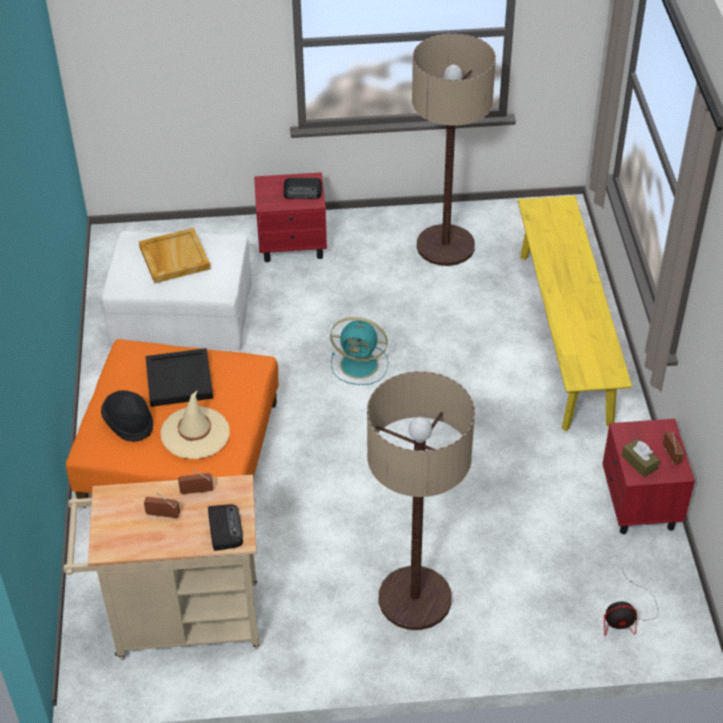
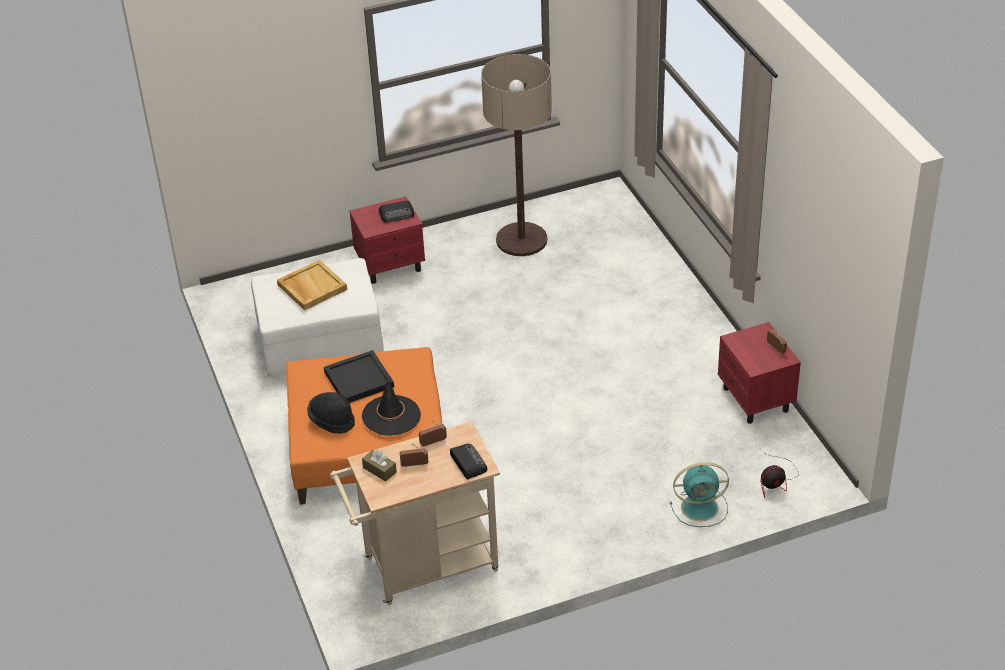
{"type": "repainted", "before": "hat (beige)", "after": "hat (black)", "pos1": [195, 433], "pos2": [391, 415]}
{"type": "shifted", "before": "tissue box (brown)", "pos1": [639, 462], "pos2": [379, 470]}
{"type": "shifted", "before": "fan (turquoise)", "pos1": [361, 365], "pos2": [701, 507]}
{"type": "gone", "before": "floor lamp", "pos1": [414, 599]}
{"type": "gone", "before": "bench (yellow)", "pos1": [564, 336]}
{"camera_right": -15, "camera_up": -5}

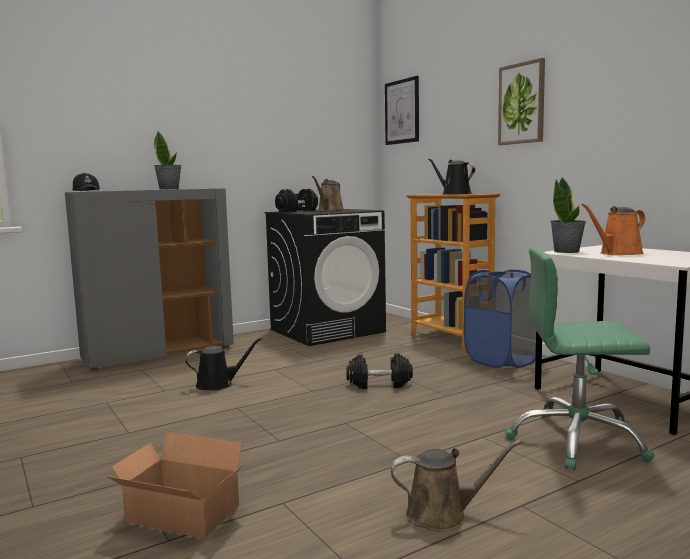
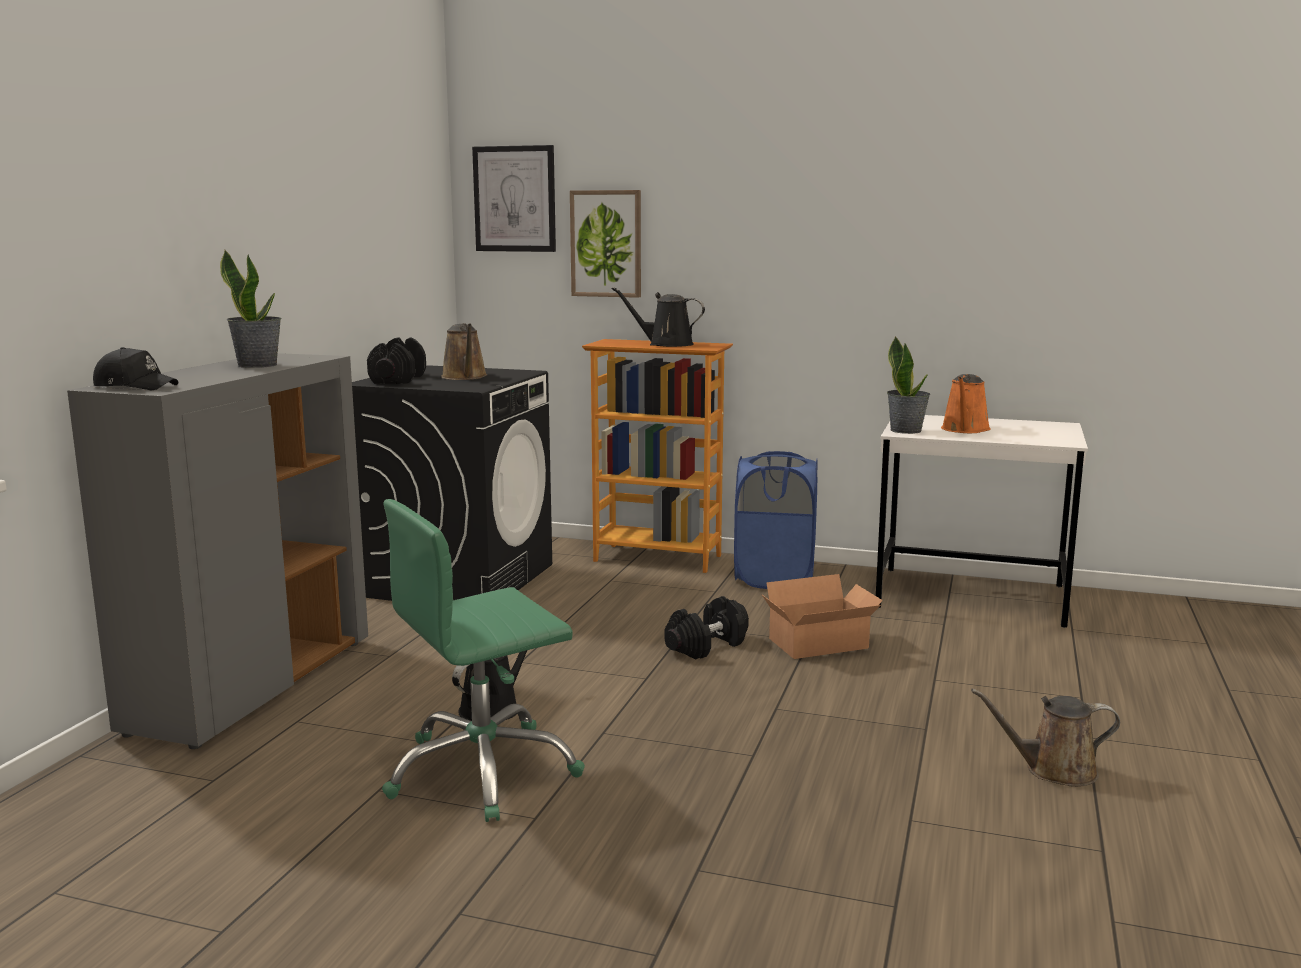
{"type": "shifted", "before": "office chair (green)", "pos1": [577, 441], "pos2": [482, 771]}
{"type": "shifted", "before": "picture", "pos1": [522, 103], "pos2": [606, 243]}
{"type": "shifted", "before": "cardboard box", "pos1": [182, 516], "pos2": [822, 644]}
{"type": "rotated", "before": "watering can (brown)", "pos1": [442, 515], "pos2": [1053, 770], "turn": -135}
{"camera_right": -40, "camera_up": 5}

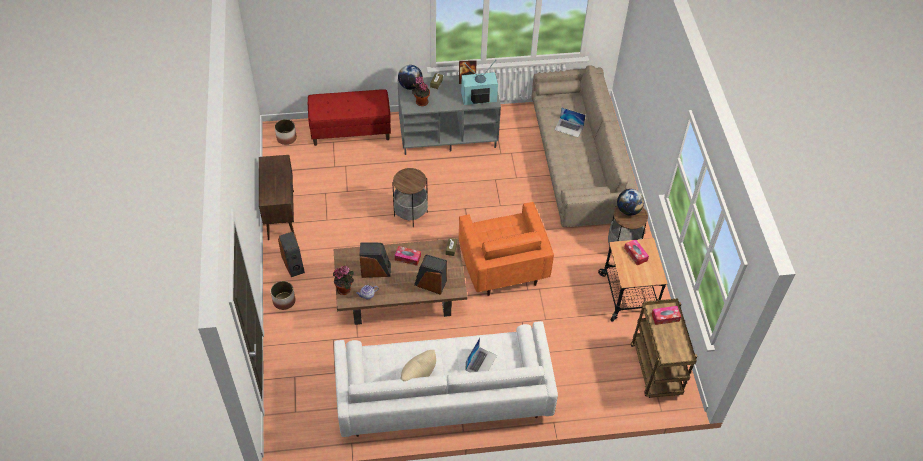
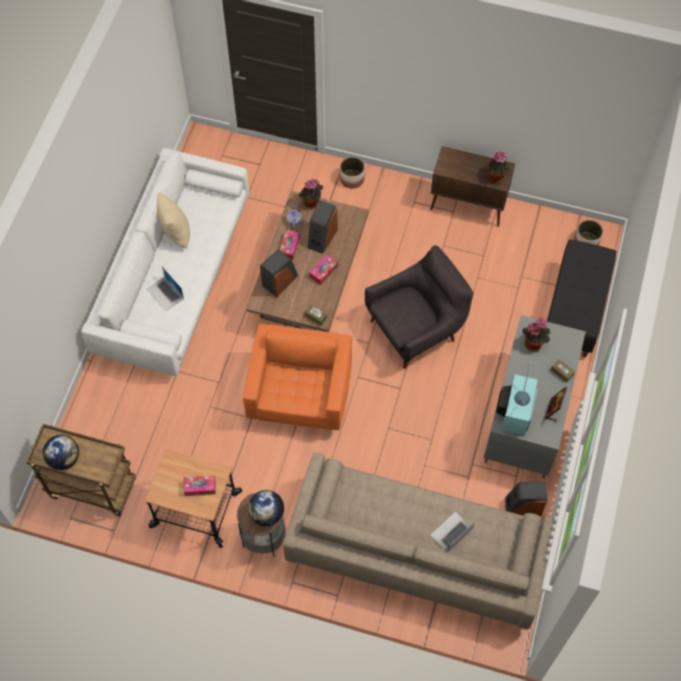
{"type": "shifted", "before": "globe", "pos1": [410, 86], "pos2": [64, 459]}
{"type": "rotated", "before": "armchair (orange)", "pos1": [502, 265], "pos2": [300, 394], "turn": 90}
{"type": "shifted", "before": "tissue box", "pos1": [665, 317], "pos2": [289, 247]}
{"type": "swapped", "before": "side table", "after": "armchair (grey)", "pos1": [410, 214], "pos2": [416, 329]}
{"type": "new", "after": "potted plant", "pos2": [496, 178]}
{"type": "shifted", "before": "speaker", "pos1": [293, 264], "pos2": [523, 506]}
{"type": "repainted", "before": "bench (red)", "after": "bench (black)", "pos1": [351, 130], "pos2": [574, 311]}
{"camera_right": 115, "camera_up": 10}

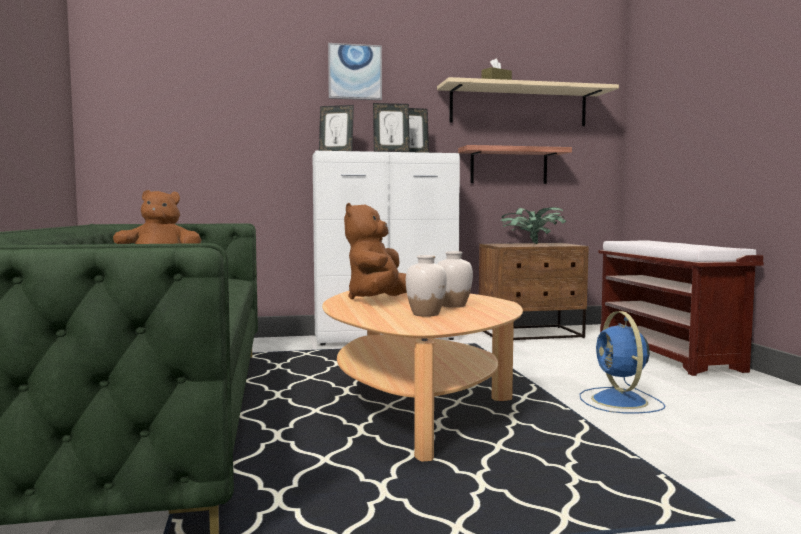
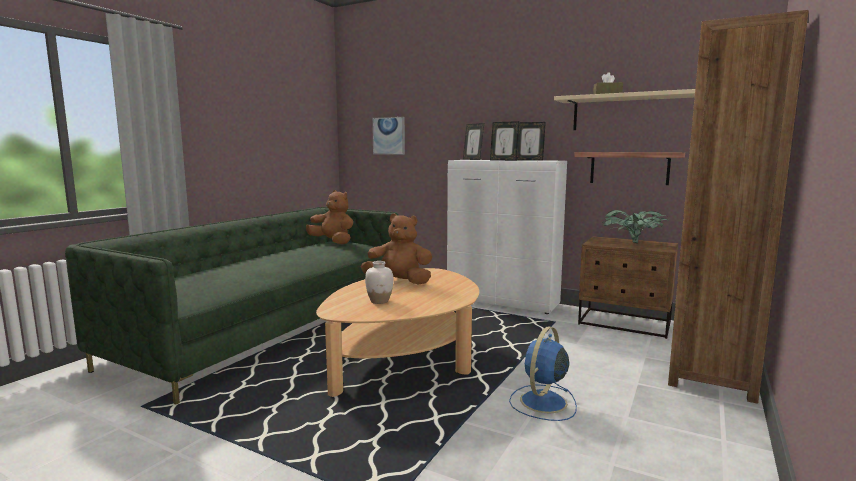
{"type": "rotated", "before": "plush toy (brown)", "pos1": [378, 300], "pos2": [399, 282], "turn": 45}
{"type": "shifted", "before": "picture", "pos1": [355, 72], "pos2": [389, 136]}
{"type": "swapped", "before": "bench (brown)", "after": "bookcase (brown)", "pos1": [668, 354], "pos2": [711, 376]}
{"type": "gone", "before": "vase (white)", "pos1": [453, 306]}
{"camera_right": 40, "camera_up": 5}

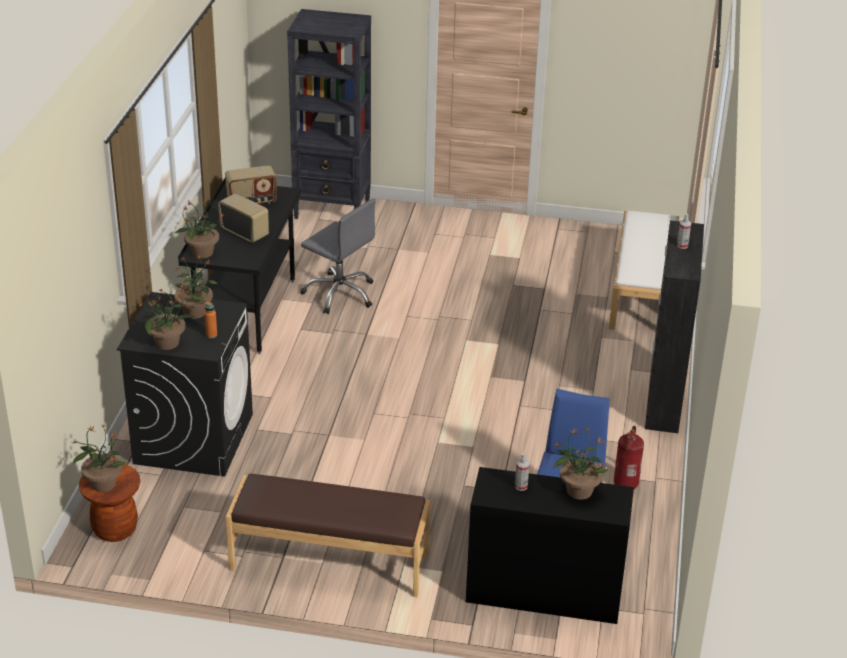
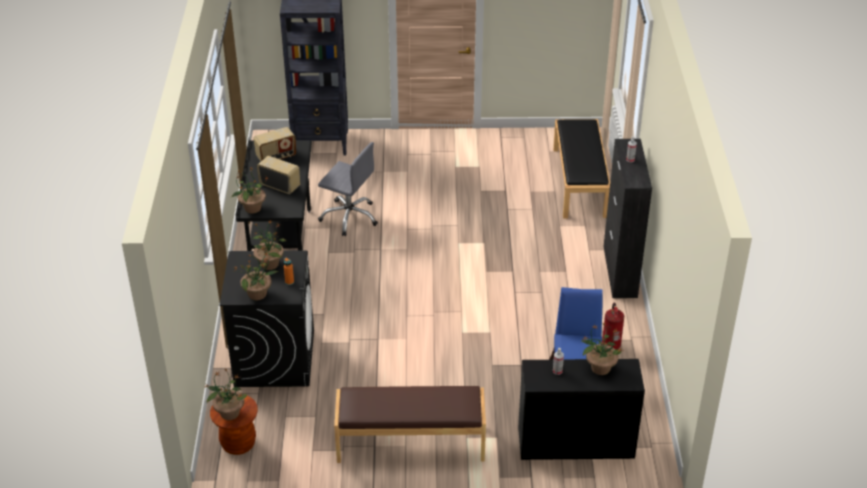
{"type": "repainted", "before": "bench (white)", "after": "bench (black)", "pos1": [643, 291], "pos2": [580, 182]}
{"camera_right": -10, "camera_up": 5}

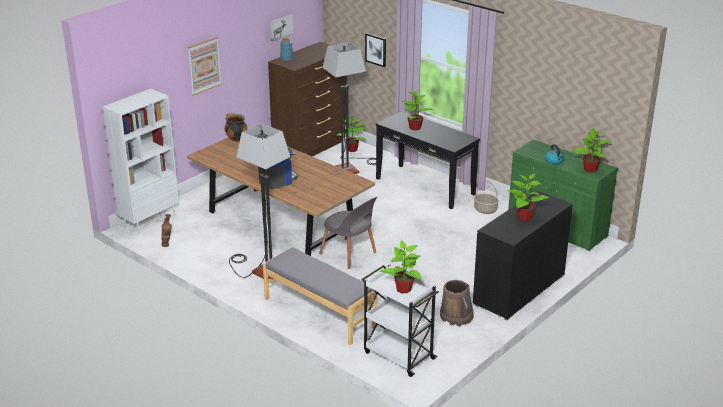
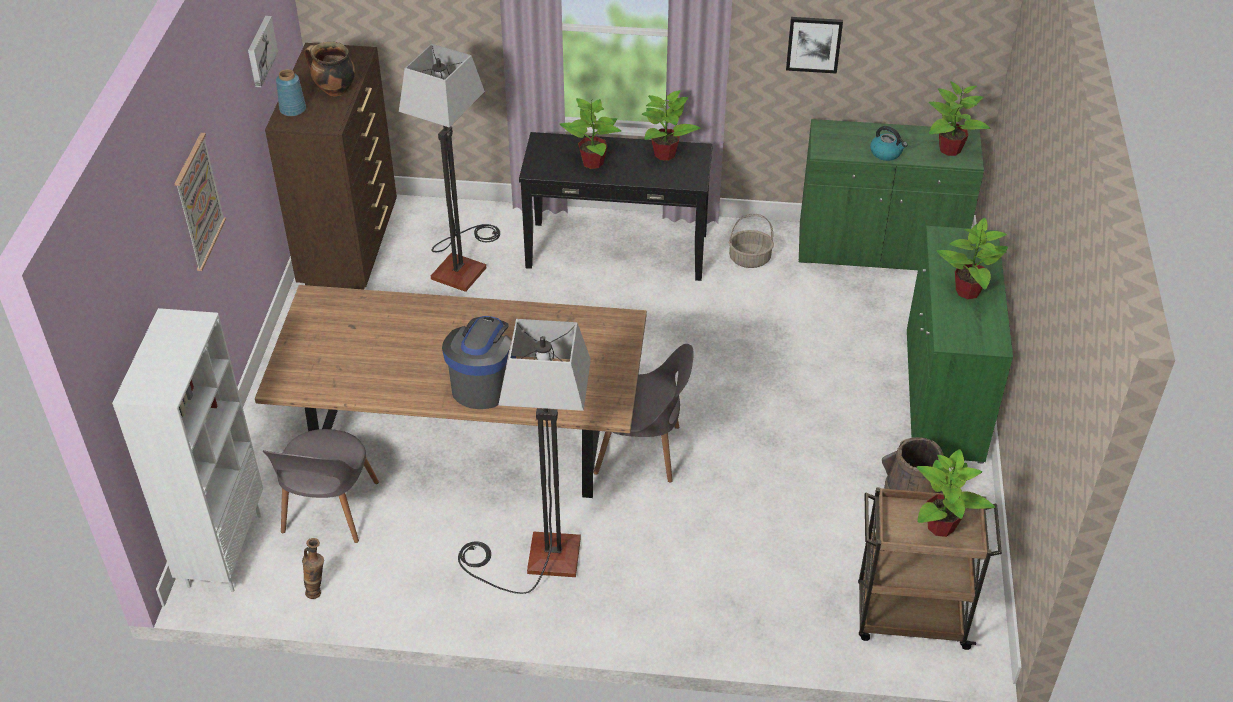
{"type": "new", "after": "chair (grey)", "pos2": [329, 511]}
{"type": "shifted", "before": "cooking pot", "pos1": [236, 139], "pos2": [334, 90]}
{"type": "shifted", "before": "potted plant", "pos1": [352, 149], "pos2": [665, 154]}
{"type": "shifted", "before": "picture", "pos1": [376, 49], "pos2": [814, 44]}
{"type": "repainted", "before": "cart (white)", "after": "cart (brown)", "pos1": [398, 355], "pos2": [909, 617]}
{"type": "repainted", "before": "cabinet (black)", "after": "cabinet (green)", "pos1": [519, 290], "pos2": [943, 395]}
{"type": "gone", "before": "bench (grey)", "pos1": [319, 313]}
{"camera_right": -35, "camera_up": 15}

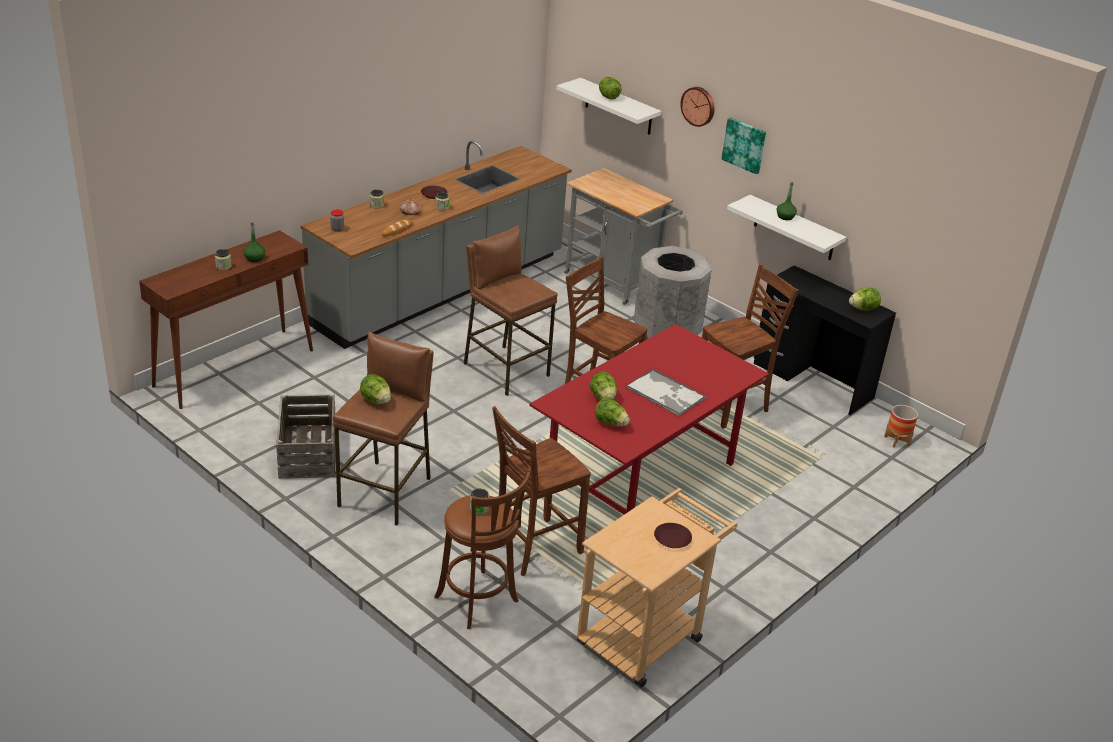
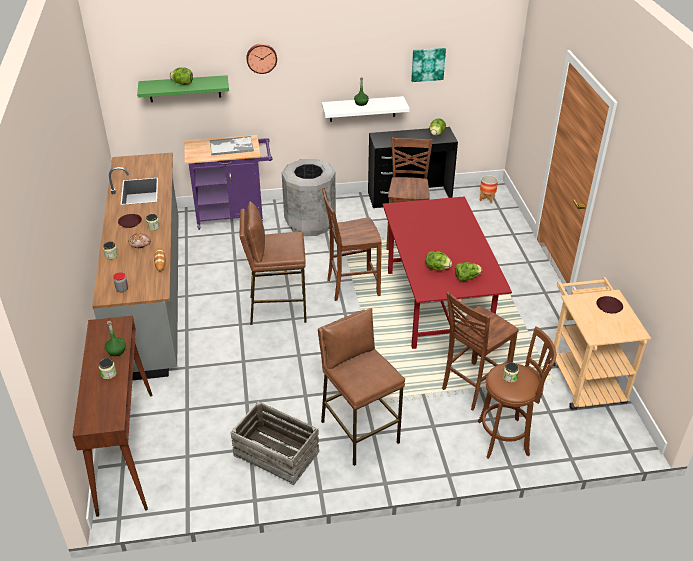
{"type": "repainted", "before": "shelf (white)", "after": "shelf (green)", "pos1": [618, 107], "pos2": [184, 88]}
{"type": "repainted", "before": "cart (grey)", "after": "cart (purple)", "pos1": [615, 283], "pos2": [234, 215]}
{"type": "shifted", "before": "tray", "pos1": [666, 393], "pos2": [232, 146]}
{"type": "shifted", "before": "picture", "pos1": [744, 145], "pos2": [428, 64]}
{"type": "rotated", "before": "chair (brown)", "pos1": [534, 548], "pos2": [472, 387], "turn": 45}
{"type": "gone", "before": "lettuce", "pos1": [376, 400]}
{"camera_right": -50, "camera_up": 5}

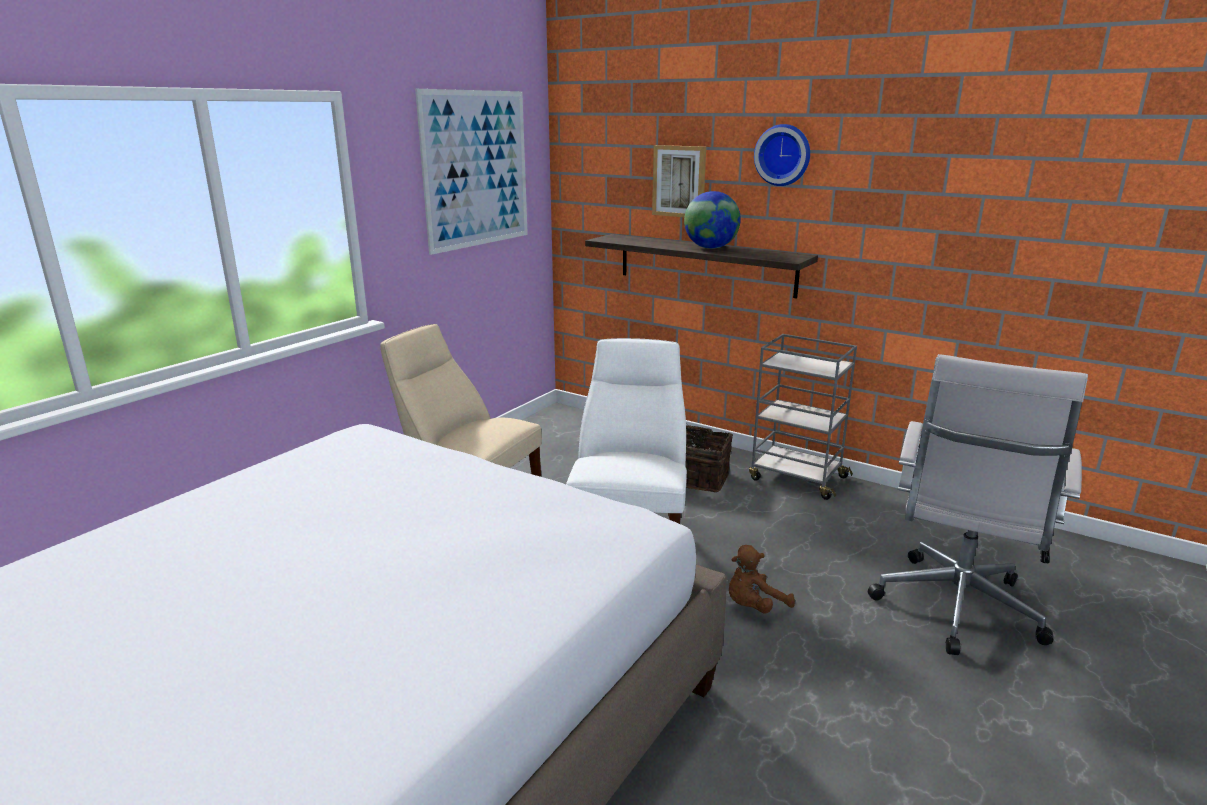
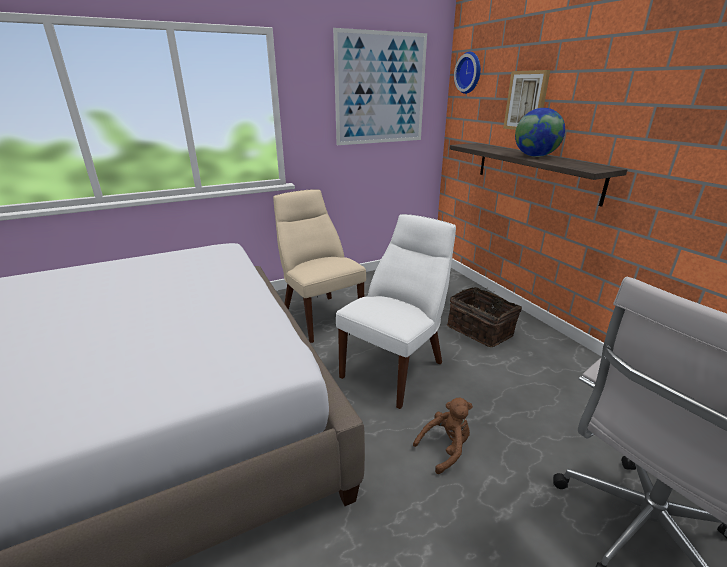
{"type": "rotated", "before": "plush toy (brown)", "pos1": [753, 606], "pos2": [445, 448], "turn": 150}
{"type": "shifted", "before": "wall clock", "pos1": [783, 155], "pos2": [470, 73]}
{"type": "gone", "before": "cart (grey)", "pos1": [796, 478]}
{"camera_right": 30, "camera_up": 5}

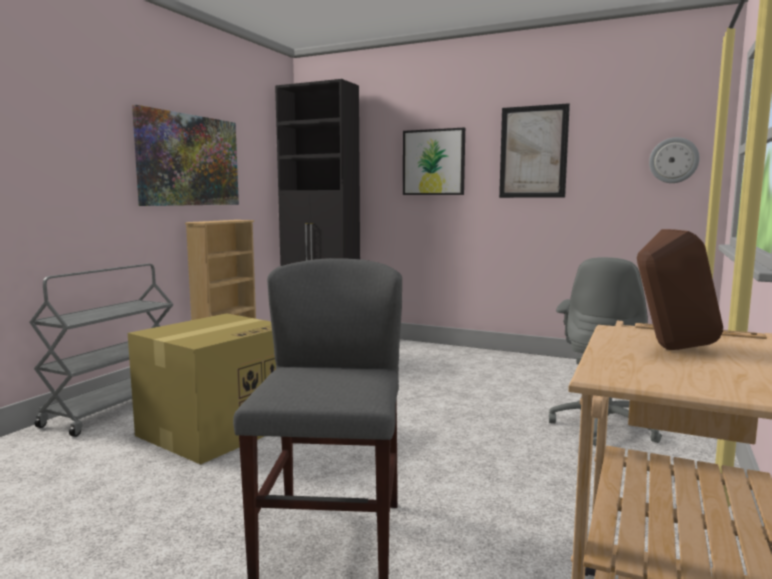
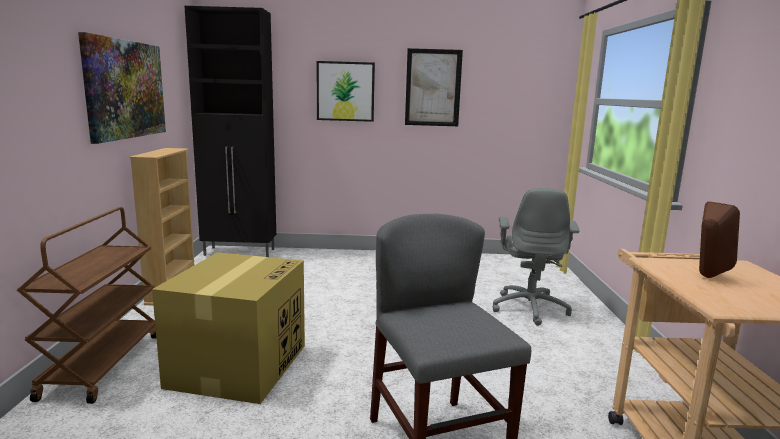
{"type": "repainted", "before": "cart (grey)", "after": "cart (brown)", "pos1": [113, 409], "pos2": [103, 364]}
{"type": "gone", "before": "wall clock", "pos1": [673, 160]}
{"camera_right": -25, "camera_up": 5}

